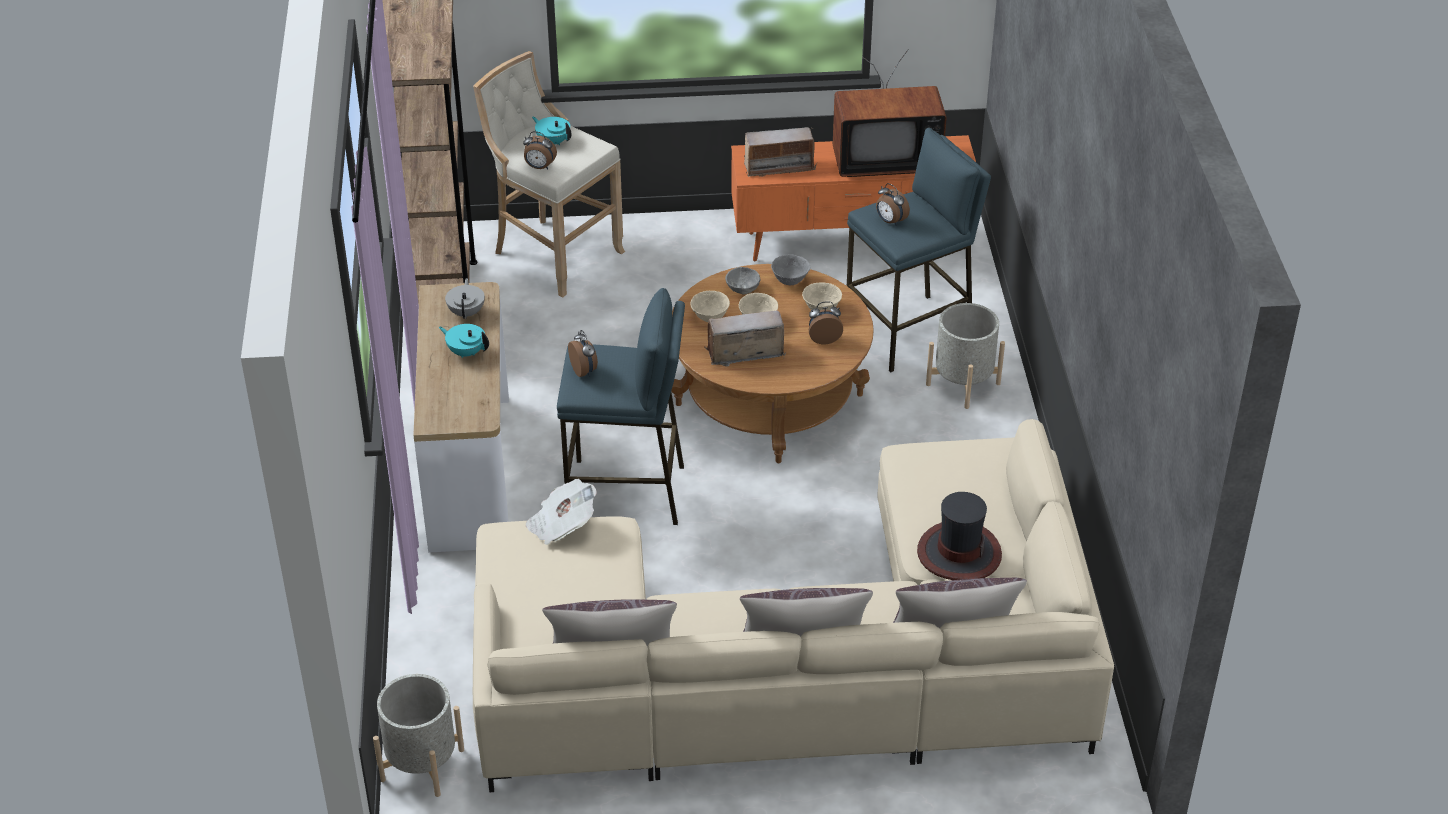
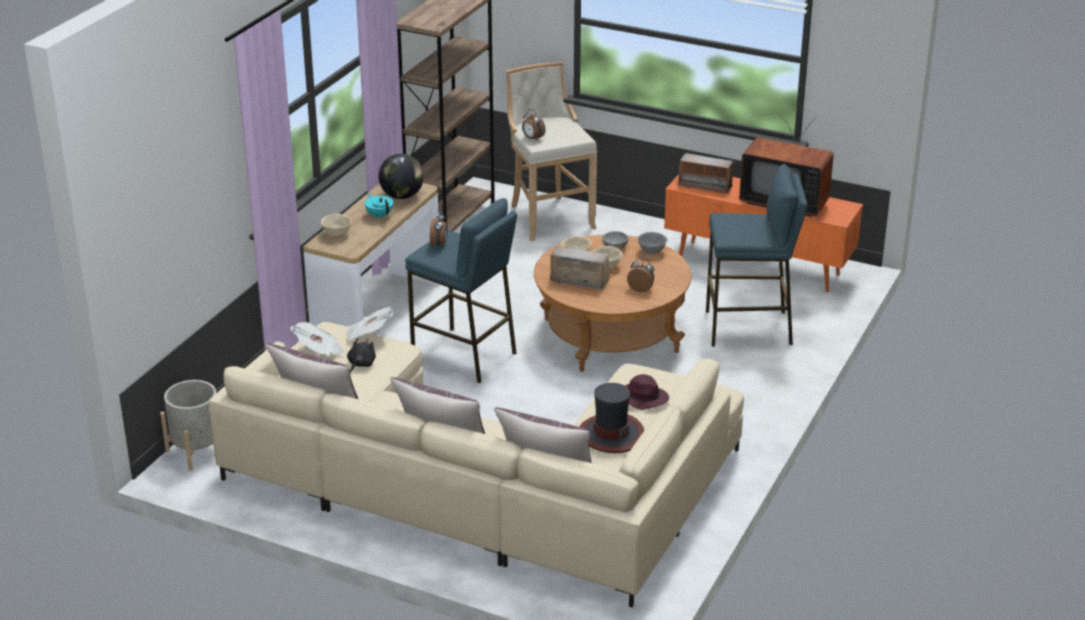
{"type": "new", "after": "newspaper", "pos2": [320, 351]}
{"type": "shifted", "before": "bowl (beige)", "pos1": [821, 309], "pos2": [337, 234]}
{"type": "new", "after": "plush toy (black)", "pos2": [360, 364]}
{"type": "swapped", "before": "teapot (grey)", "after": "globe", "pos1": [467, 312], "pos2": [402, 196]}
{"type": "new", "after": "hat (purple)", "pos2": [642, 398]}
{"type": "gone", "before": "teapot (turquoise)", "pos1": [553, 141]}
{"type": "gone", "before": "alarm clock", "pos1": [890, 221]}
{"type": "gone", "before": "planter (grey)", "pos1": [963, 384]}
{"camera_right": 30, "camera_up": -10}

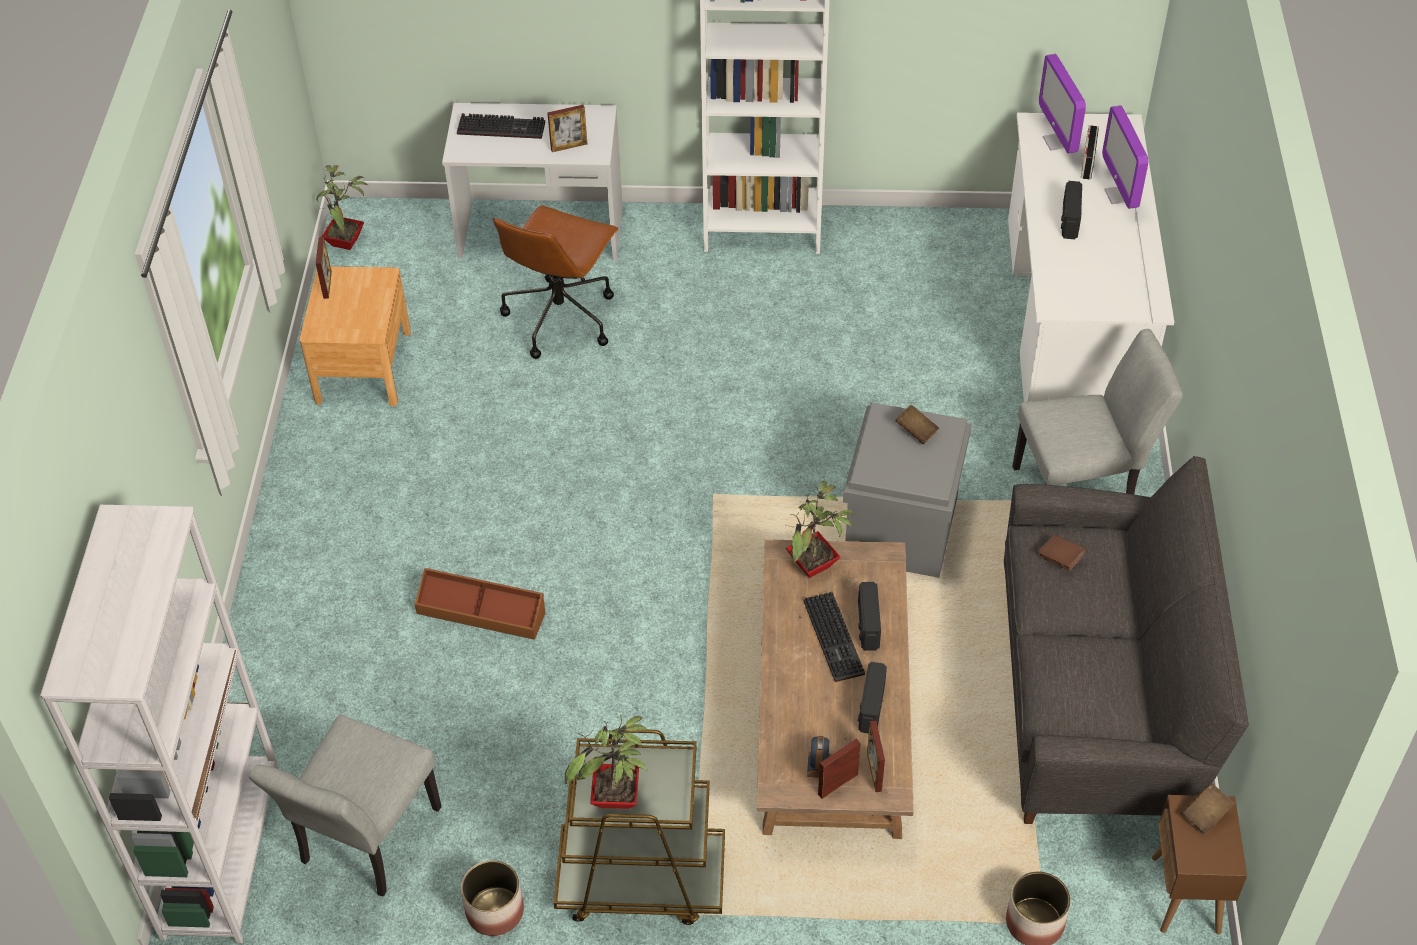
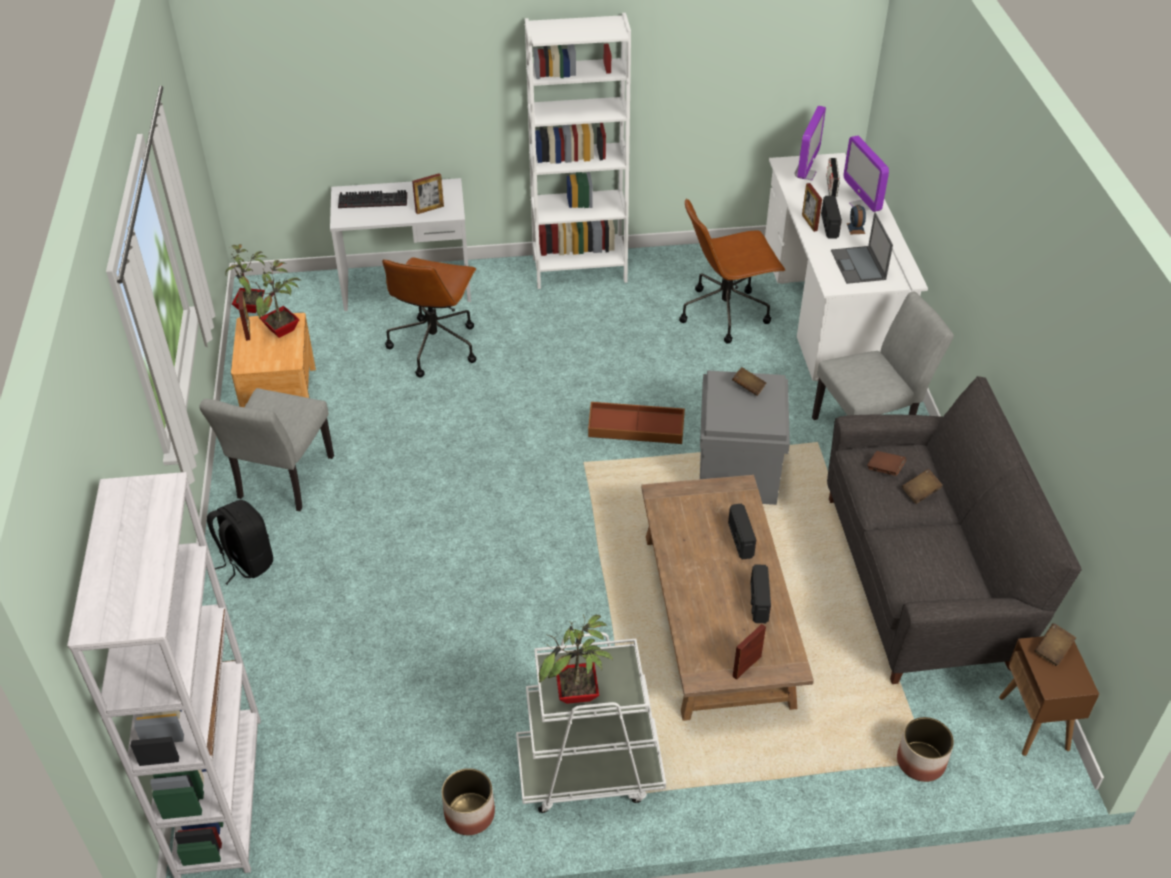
{"type": "shifted", "before": "chair (grey)", "pos1": [364, 843], "pos2": [281, 482]}
{"type": "new", "after": "backpack (black)", "pos2": [246, 562]}
{"type": "shifted", "before": "potted plant", "pos1": [813, 567], "pos2": [282, 331]}
{"type": "repainted", "before": "cart (brown)", "after": "cart (white)", "pos1": [640, 880], "pos2": [589, 771]}
{"type": "shifted", "before": "storage box (brown)", "pos1": [481, 612], "pos2": [636, 430]}
{"type": "new", "after": "office chair (brown)", "pos2": [725, 313]}
{"type": "rotated", "before": "monitor", "pos1": [1057, 141], "pos2": [805, 174], "turn": -135}
{"type": "shifted", "before": "picture frame", "pos1": [874, 772], "pos2": [809, 223]}
{"type": "new", "after": "laptop", "pos2": [858, 265]}
{"type": "shifted", "before": "alarm clock", "pos1": [819, 765], "pos2": [855, 228]}
{"type": "new", "after": "book (brown)", "pos2": [920, 492]}
{"type": "gone", "before": "keyboard", "pos1": [836, 638]}
{"camera_right": -10, "camera_up": -5}

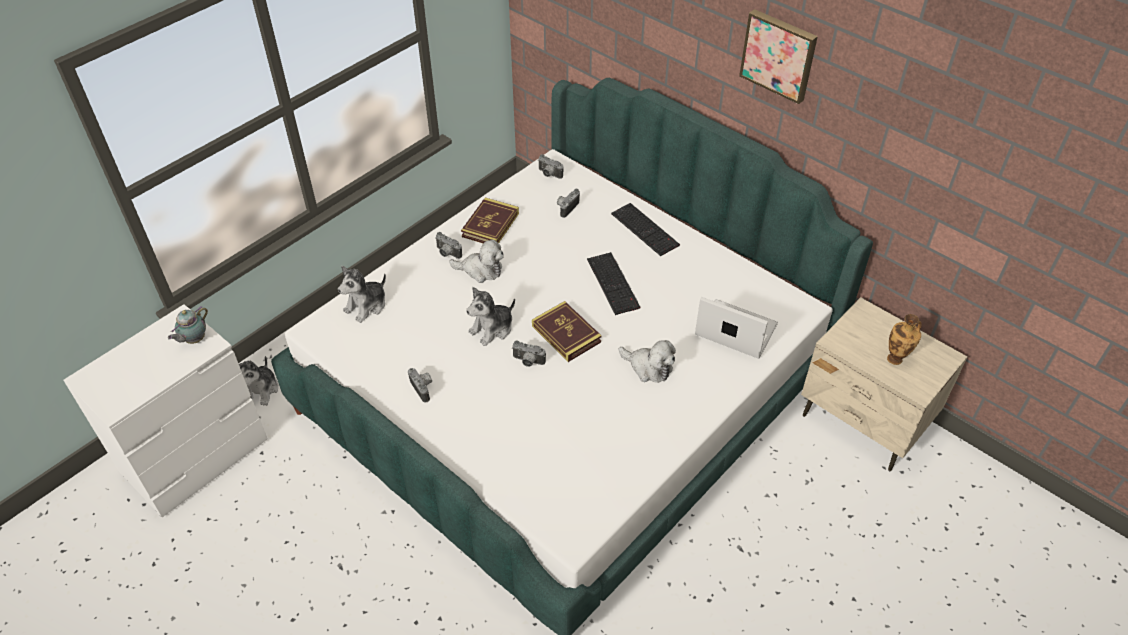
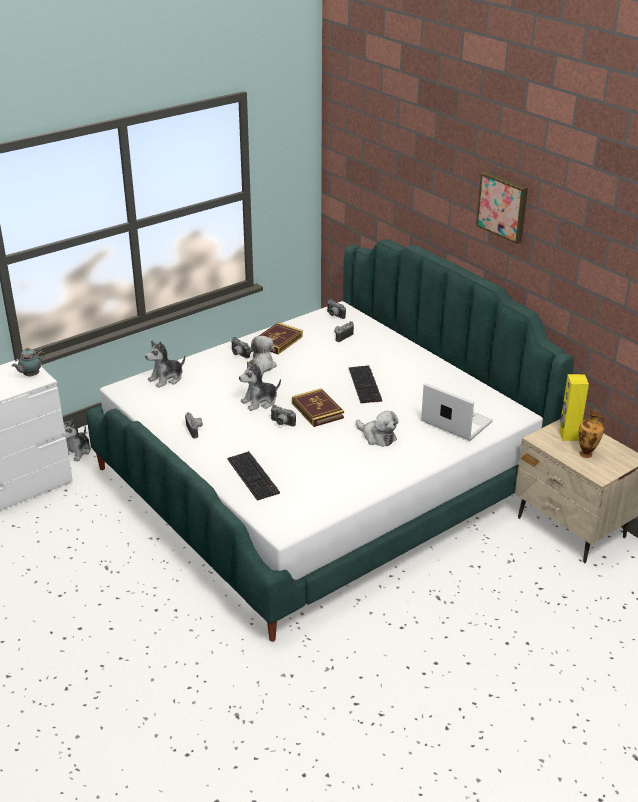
{"type": "shifted", "before": "keyboard", "pos1": [646, 229], "pos2": [254, 476]}
{"type": "rotated", "before": "plush toy", "pos1": [481, 270], "pos2": [262, 366], "turn": -105}
{"type": "new", "after": "speaker (yellow)", "pos2": [568, 435]}
{"camera_right": 10, "camera_up": -15}

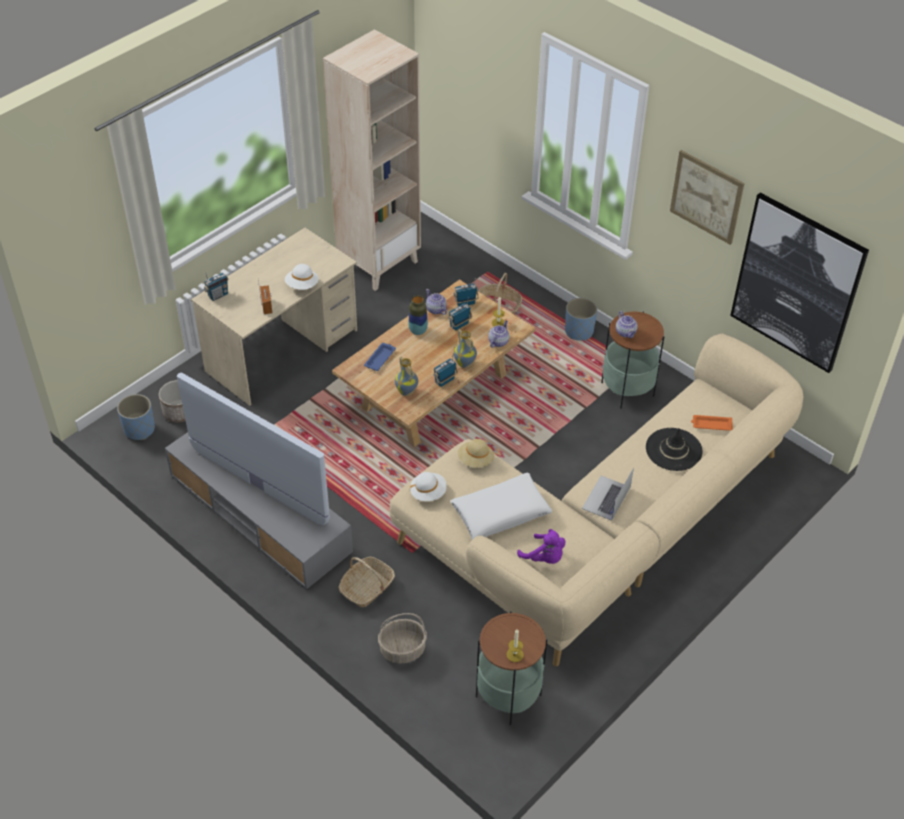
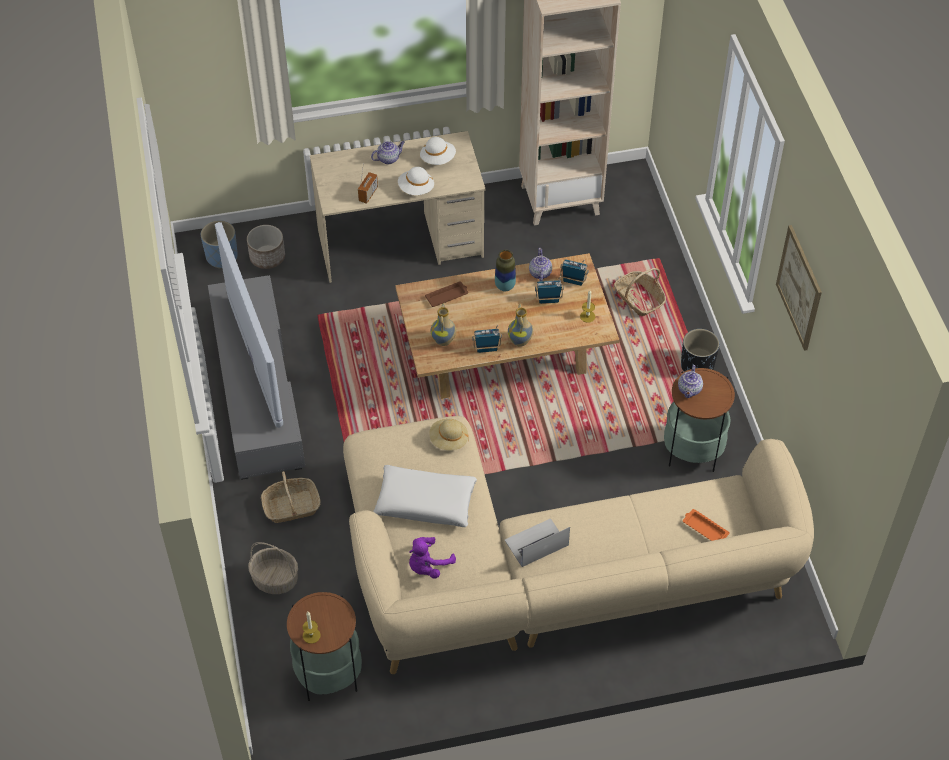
{"type": "shifted", "before": "teapot", "pos1": [498, 341], "pos2": [388, 158]}
{"type": "rotated", "before": "plush toy (purple)", "pos1": [544, 558], "pos2": [428, 566], "turn": 60}
{"type": "shifted", "before": "hat (white)", "pos1": [428, 492], "pos2": [438, 159]}
{"type": "repainted", "before": "tray (blue)", "after": "tray (brown)", "pos1": [380, 358], "pos2": [447, 296]}
{"type": "repainted", "before": "planter (blue)", "after": "planter (black)", "pos1": [579, 331], "pos2": [697, 366]}
{"type": "gone", "before": "radio", "pos1": [218, 295]}
{"type": "gone", "before": "hat (black)", "pos1": [673, 449]}
{"type": "gone", "before": "picture", "pos1": [797, 283]}
{"camera_right": 35, "camera_up": 5}

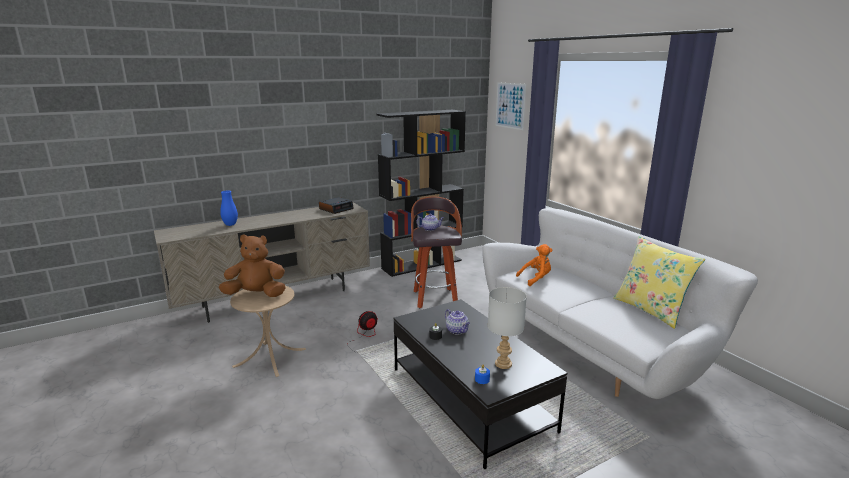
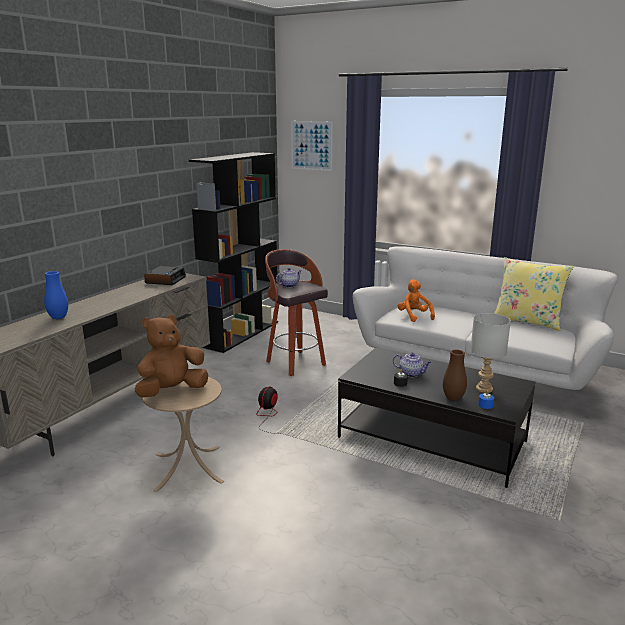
{"type": "rotated", "before": "plush toy (orange)", "pos1": [536, 279], "pos2": [414, 316], "turn": -60}
{"type": "new", "after": "vase (brown)", "pos2": [453, 398]}
{"camera_right": -30, "camera_up": 0}

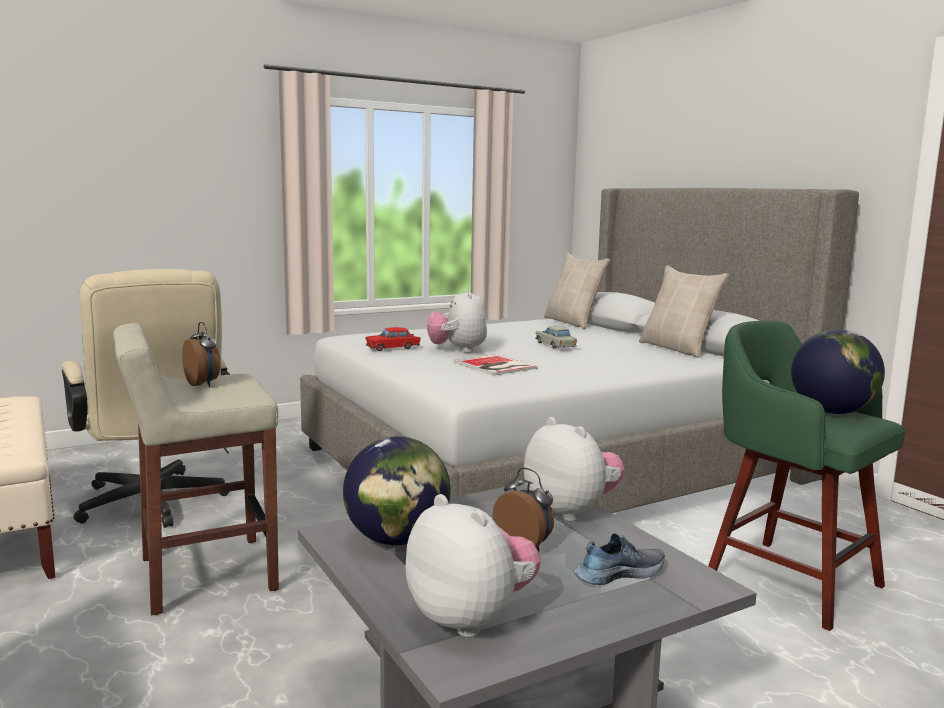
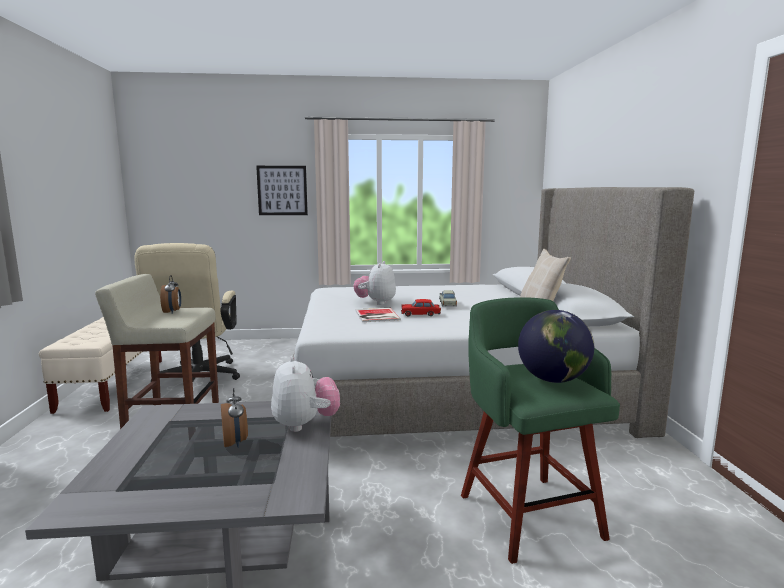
{"type": "new", "after": "picture", "pos2": [282, 190]}
{"type": "shifted", "before": "toy car (red)", "pos1": [393, 348], "pos2": [420, 314]}
{"type": "gone", "before": "globe", "pos1": [397, 540]}
{"type": "gone", "before": "plush toy", "pos1": [471, 619]}
{"type": "gone", "before": "pillow (beige)", "pos1": [573, 322]}
{"type": "gone", "before": "shoe", "pos1": [618, 574]}
{"camera_right": 25, "camera_up": 0}

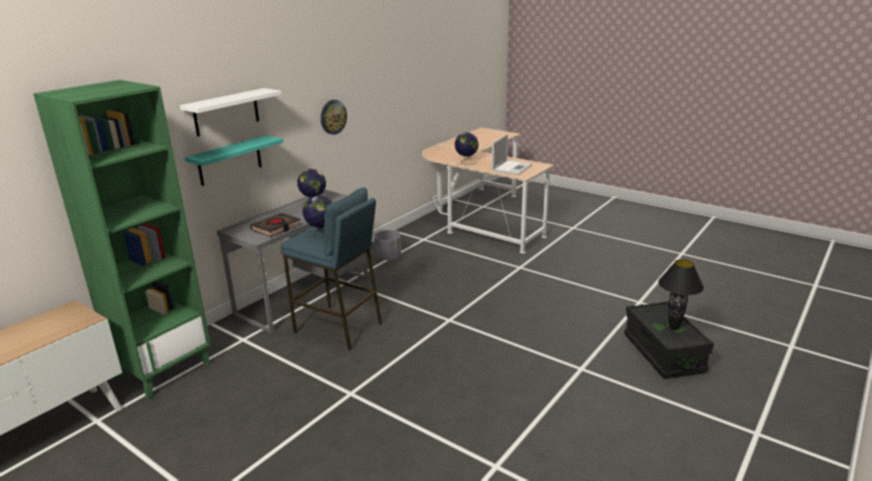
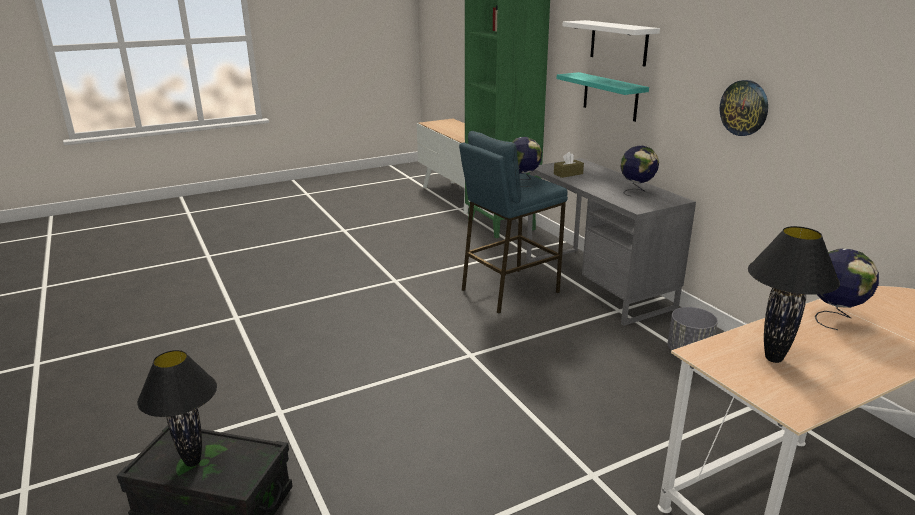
{"type": "swapped", "before": "book (black)", "after": "tissue box (brown)", "pos1": [276, 228], "pos2": [568, 174]}
{"type": "swapped", "before": "laptop", "after": "table lamp (black)", "pos1": [512, 167], "pos2": [774, 359]}
{"camera_right": 115, "camera_up": 0}

